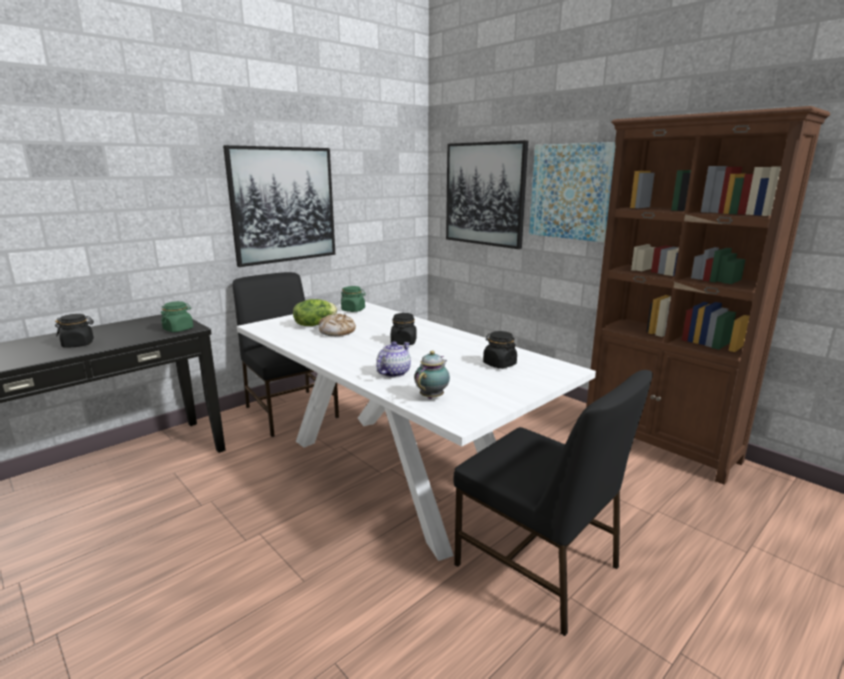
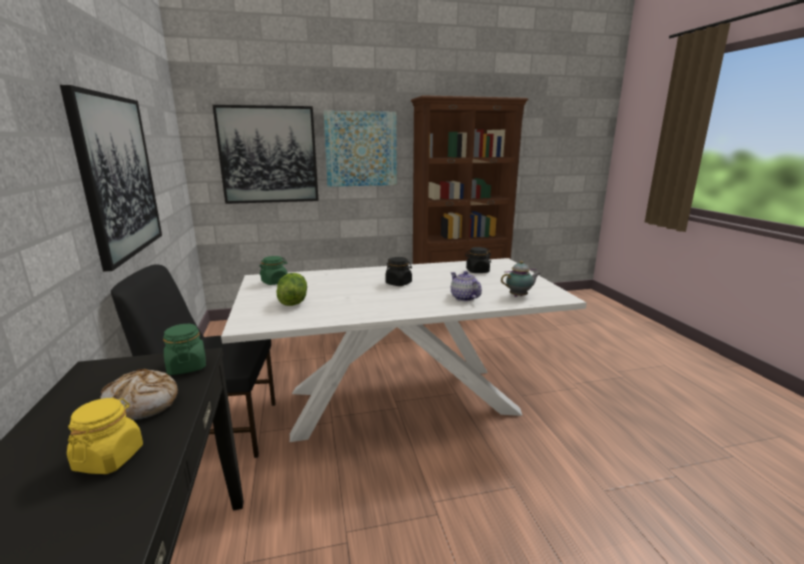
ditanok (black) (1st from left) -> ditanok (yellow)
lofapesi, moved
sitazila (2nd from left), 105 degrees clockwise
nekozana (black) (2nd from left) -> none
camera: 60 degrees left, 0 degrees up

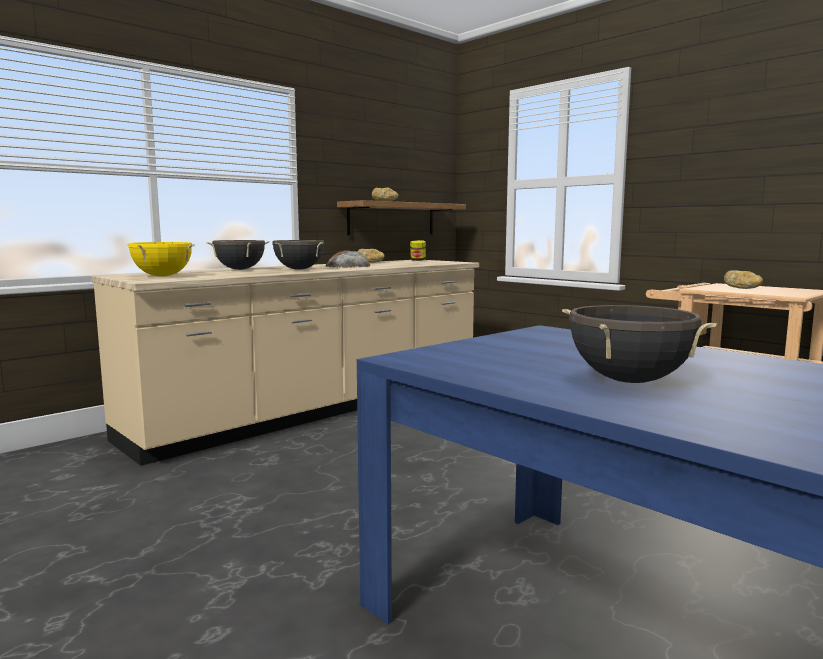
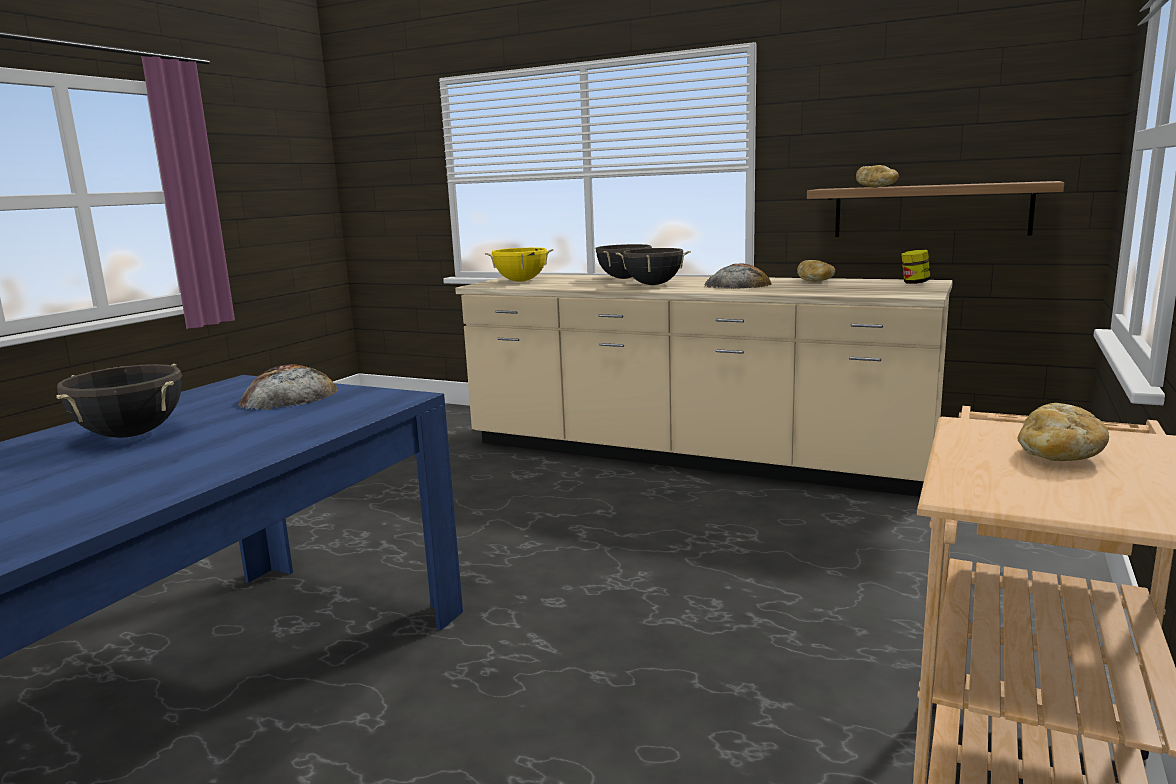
none -> lofapesi (1st from left)
camera: 70 degrees right, 5 degrees up

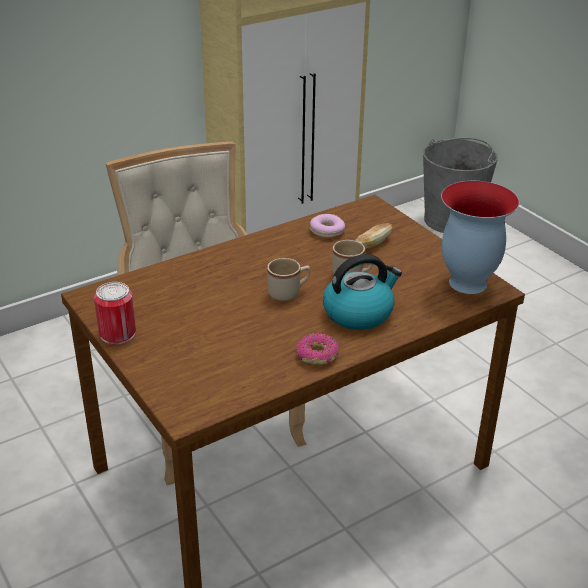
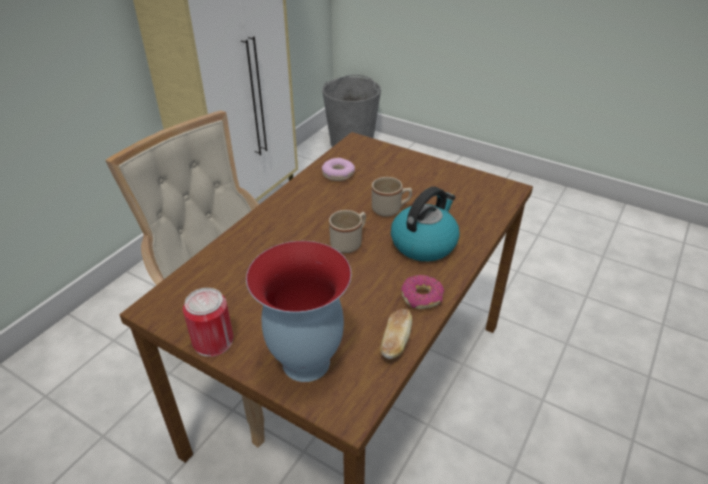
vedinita, moved
lofapesi, moved
camera: 25 degrees left, 5 degrees up

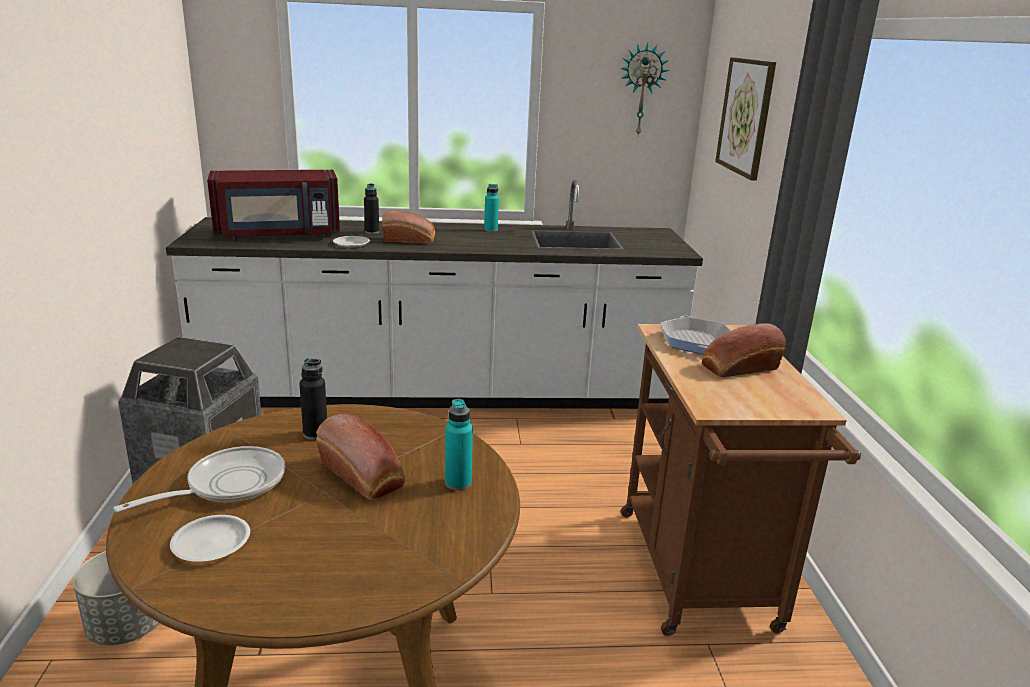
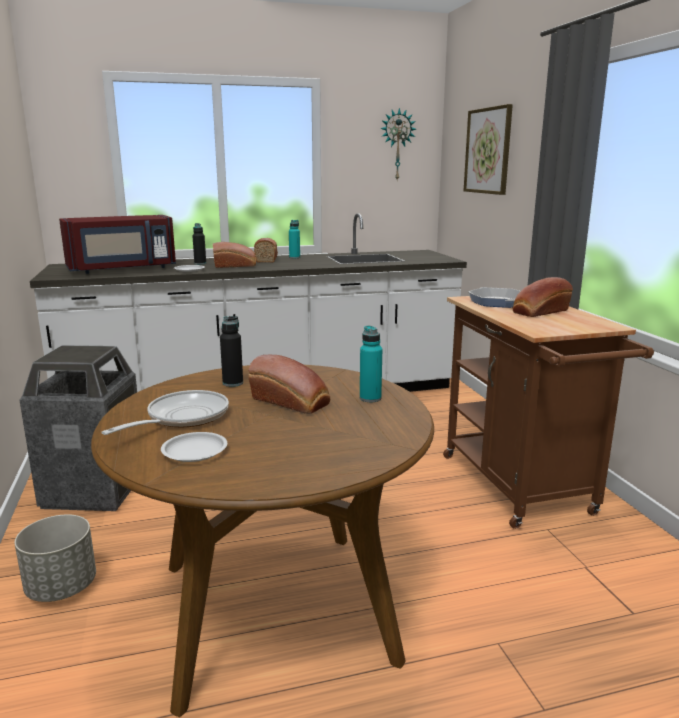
none -> lofapesi (2nd from left)
camera: 10 degrees left, 5 degrees down

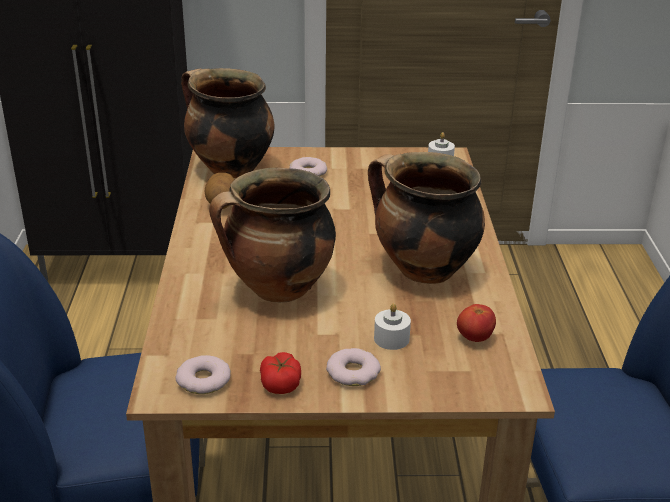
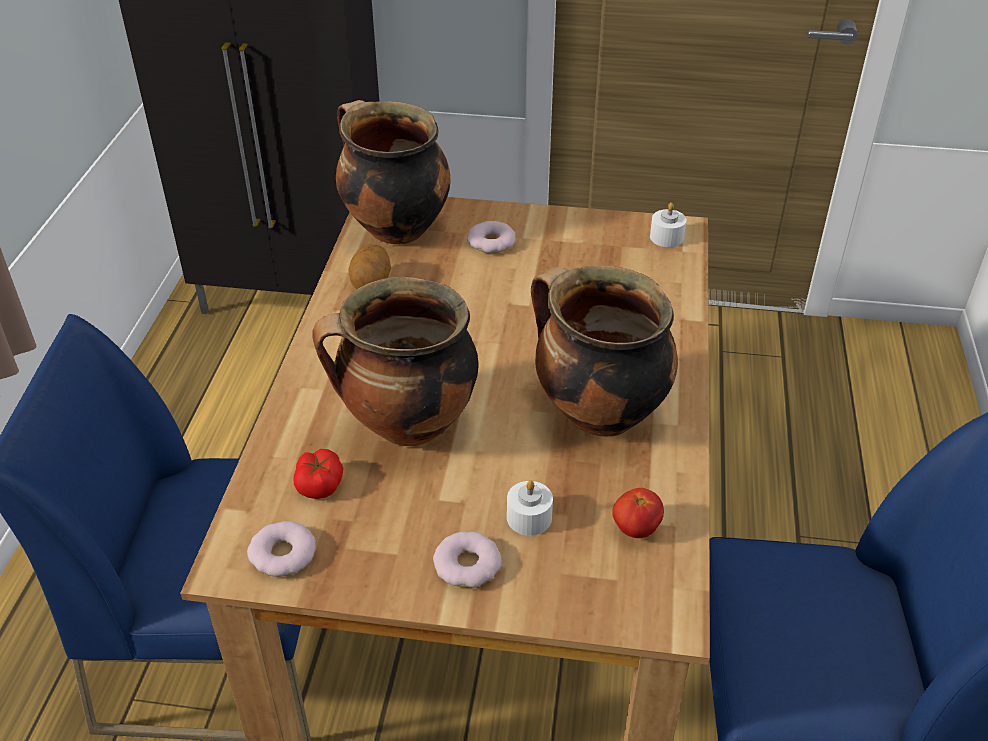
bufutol (1st from left), moved
camera: 10 degrees right, 10 degrees up

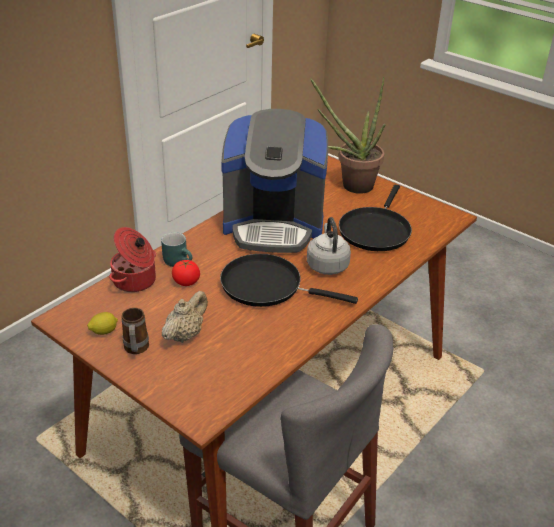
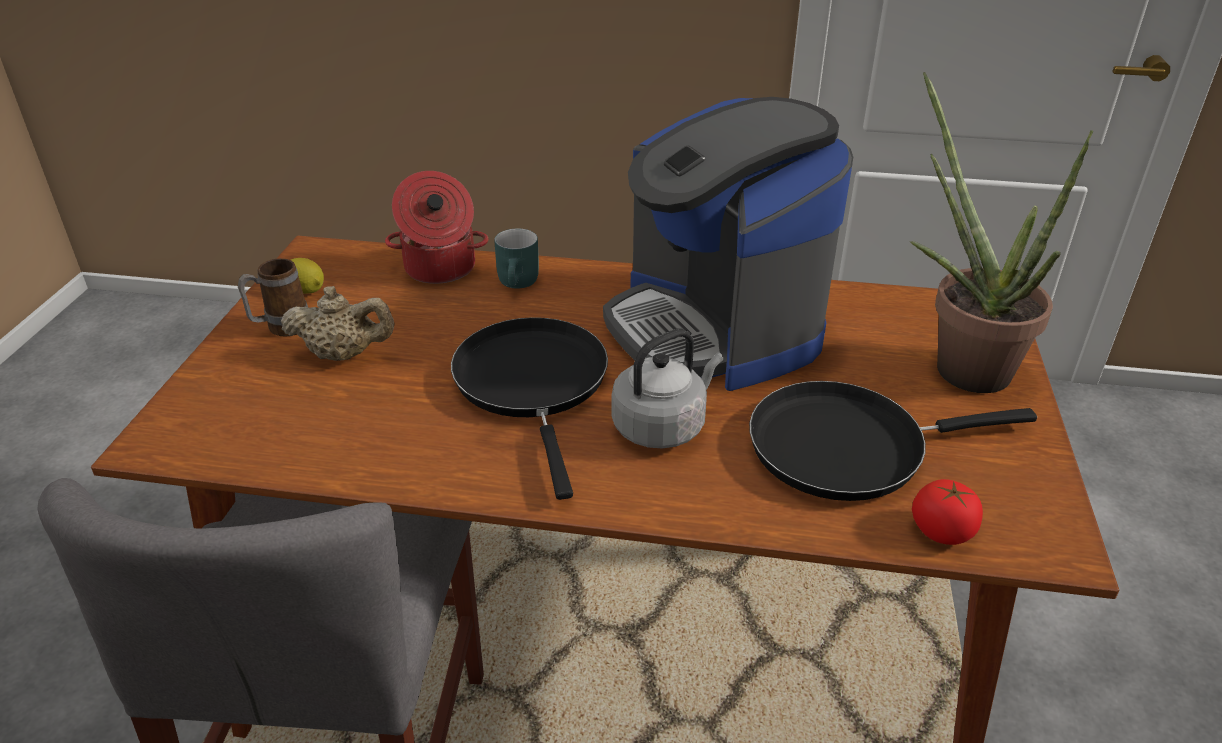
bufutol, moved
camera: 60 degrees right, 0 degrees up

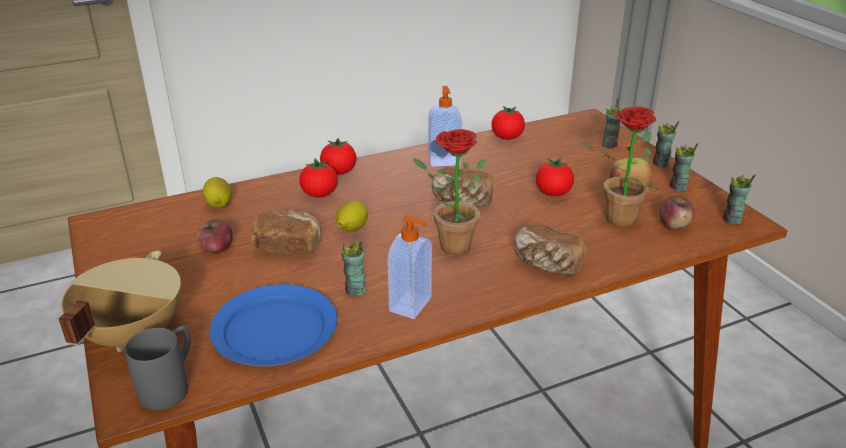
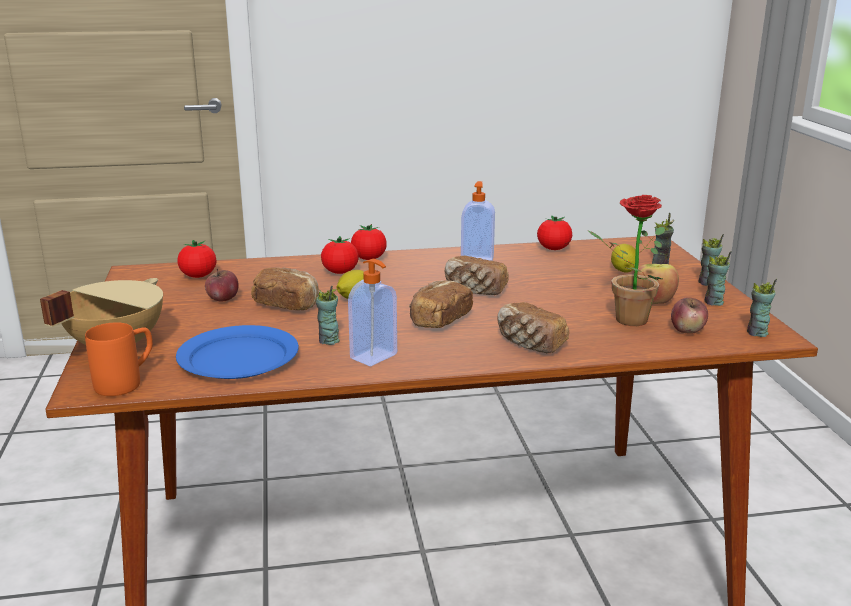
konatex (1st from left) -> lofapesi (2nd from left)
bufutol (4th from left in the first image) -> bufutol (1st from left), moved
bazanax (1st from left in the first image) -> bazanax (2nd from left), moved
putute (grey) -> putute (orange)
camera: 15 degrees right, 10 degrees down

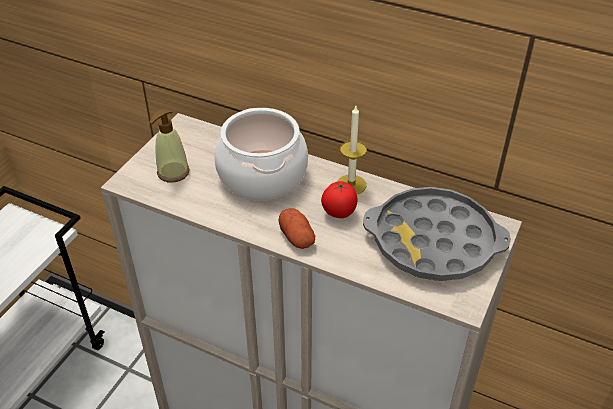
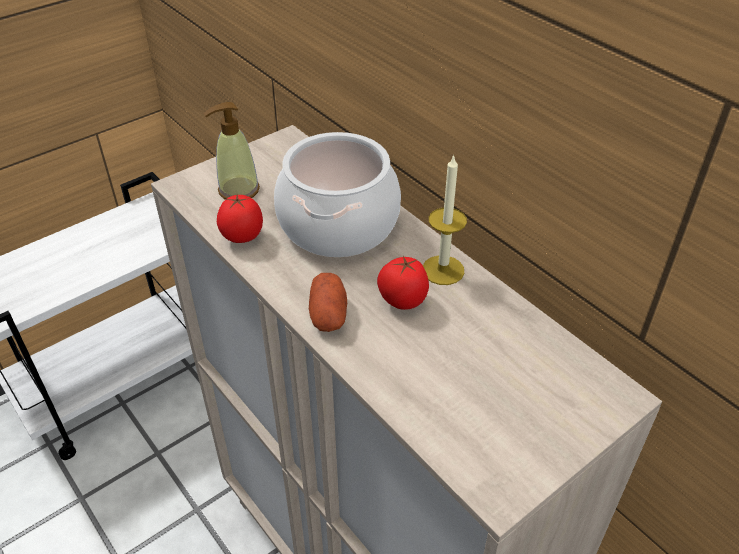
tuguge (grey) -> none
none -> bufutol (1st from left)
camera: 25 degrees right, 0 degrees up

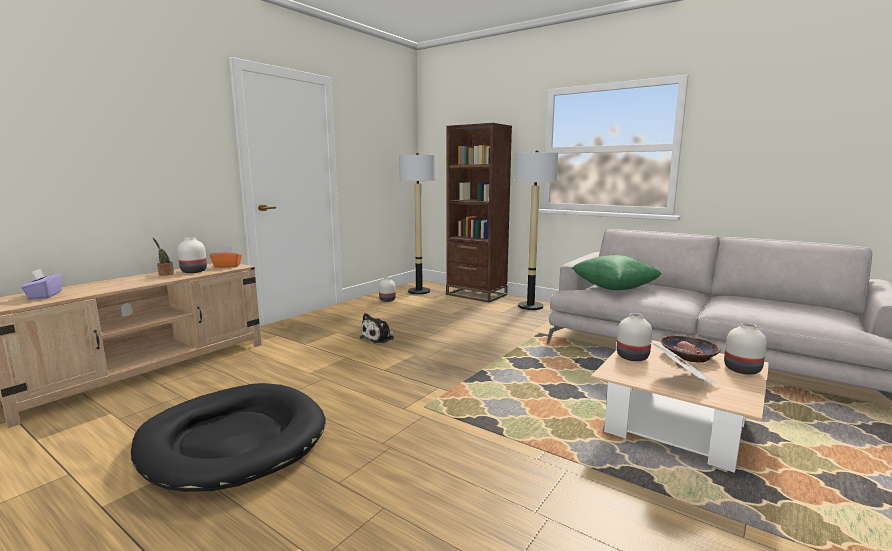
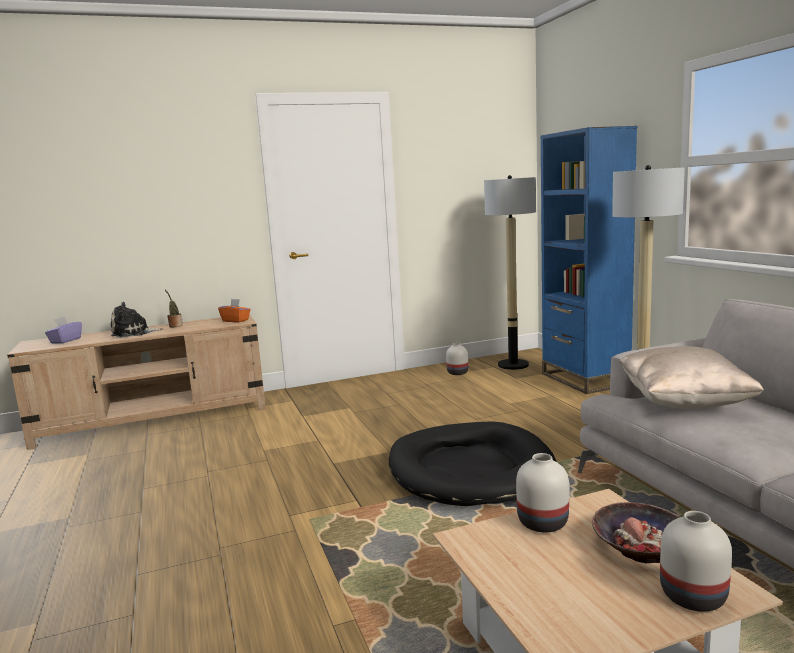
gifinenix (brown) -> gifinenix (blue)
vedinita (white) (1st from left) -> none
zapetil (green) -> zapetil (beige)
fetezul, moved
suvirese -> none
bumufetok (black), moved
camera: 35 degrees right, 0 degrees up

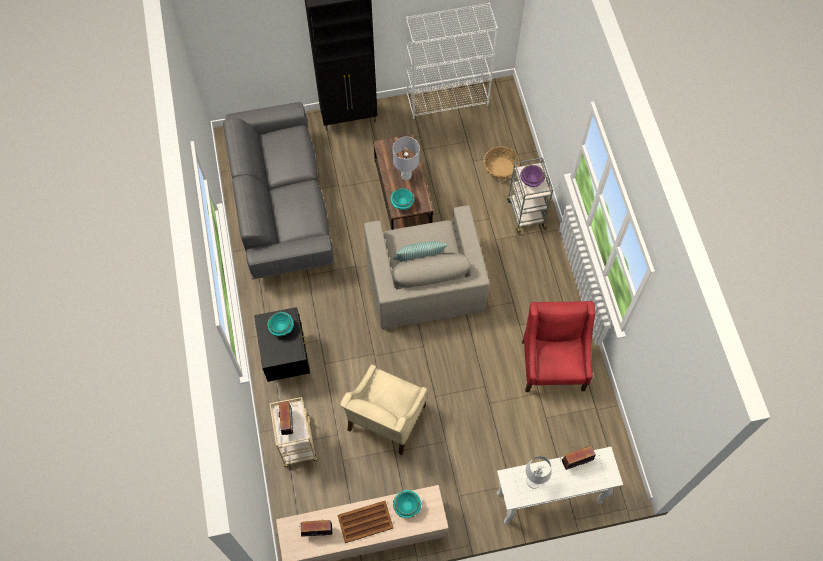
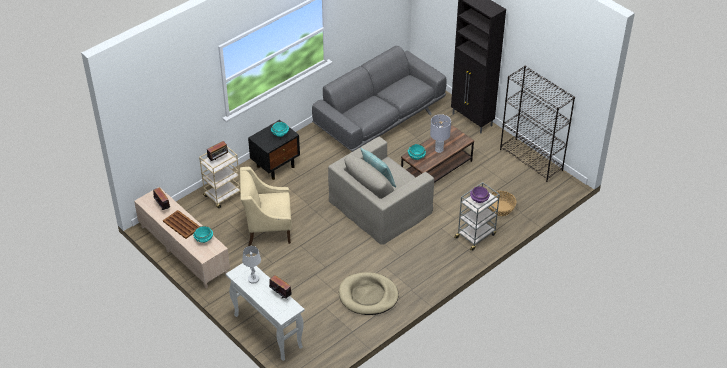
gifinenix (white) -> gifinenix (black)
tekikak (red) -> bumufetok (beige)
camera: 60 degrees right, 20 degrees down

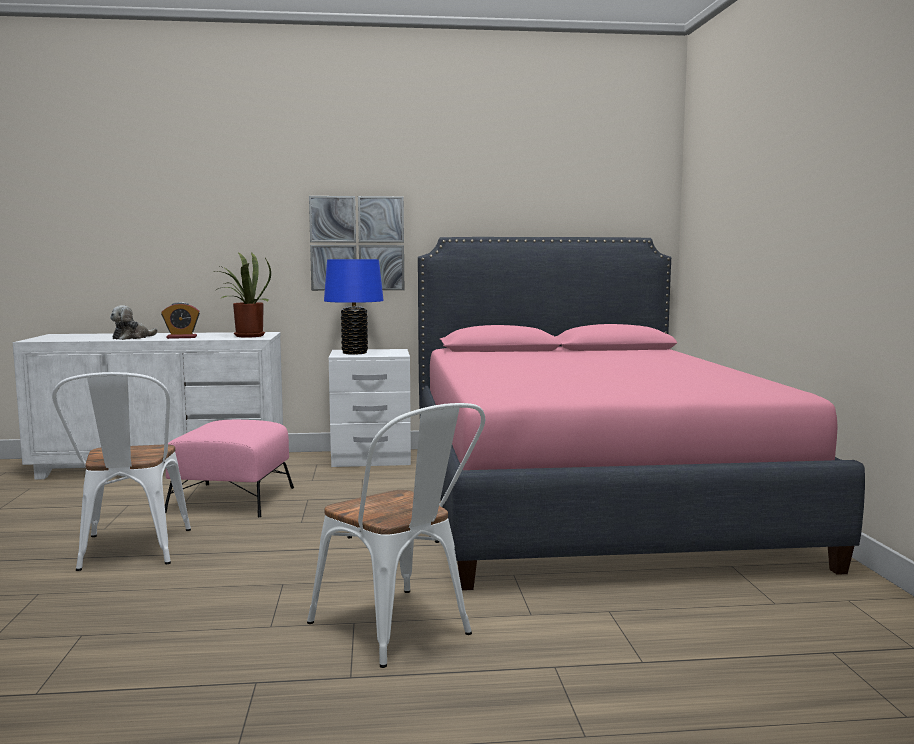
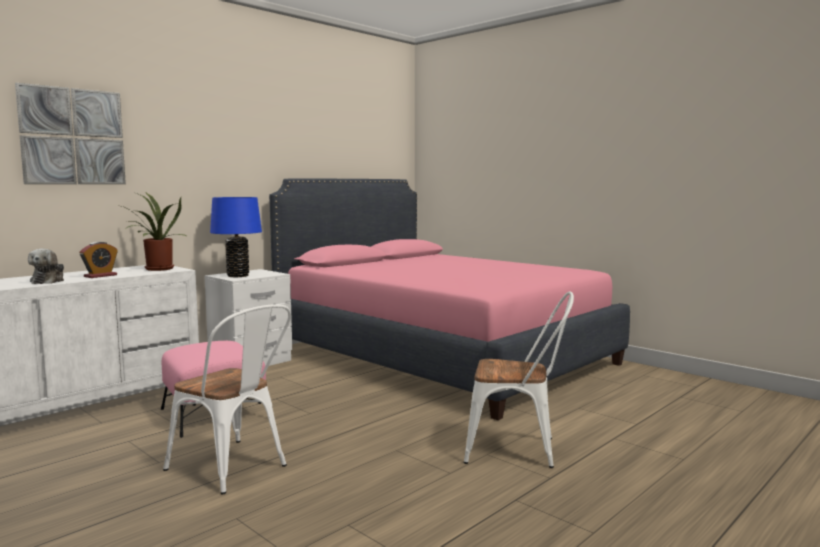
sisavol, moved
camera: 40 degrees left, 0 degrees up

